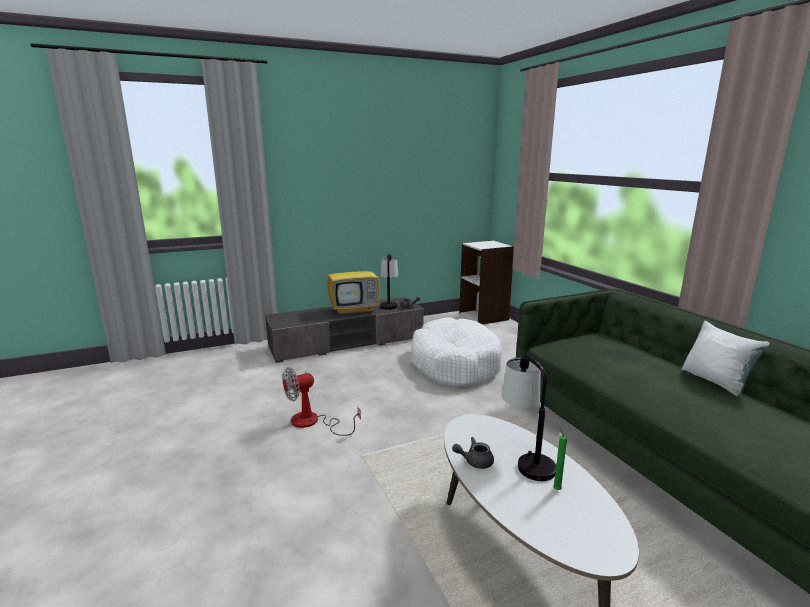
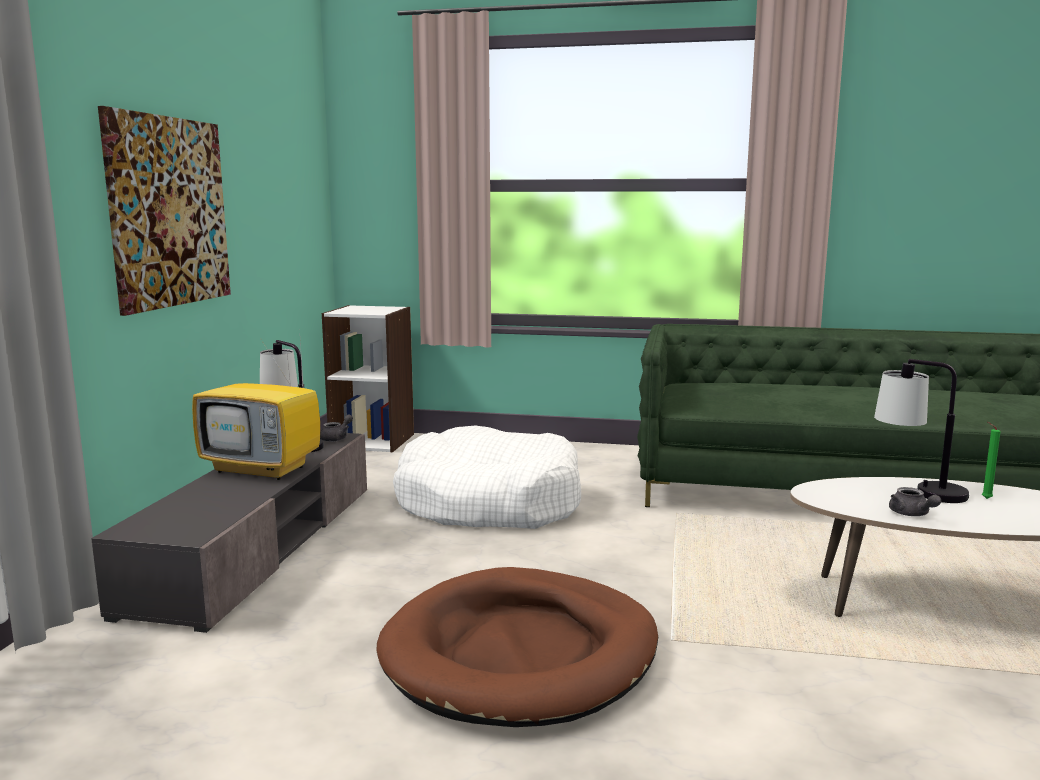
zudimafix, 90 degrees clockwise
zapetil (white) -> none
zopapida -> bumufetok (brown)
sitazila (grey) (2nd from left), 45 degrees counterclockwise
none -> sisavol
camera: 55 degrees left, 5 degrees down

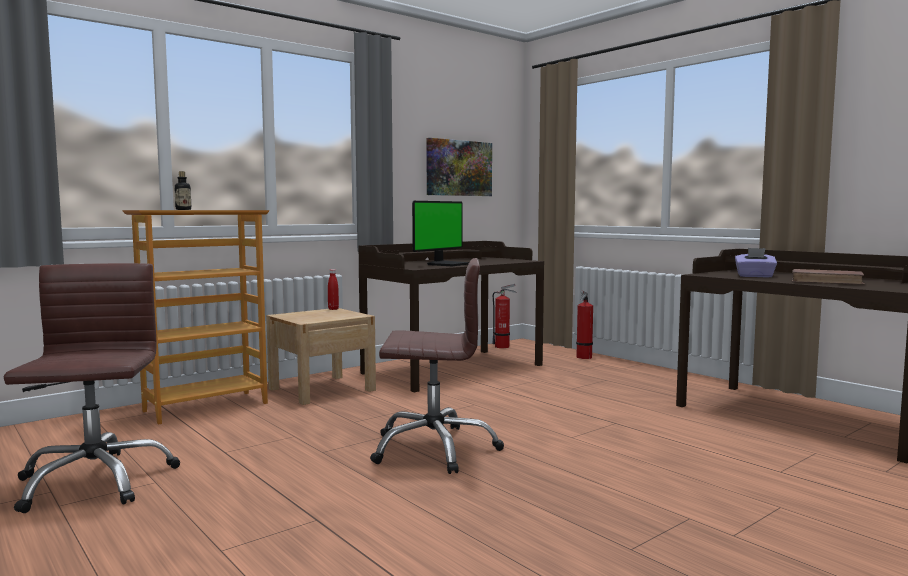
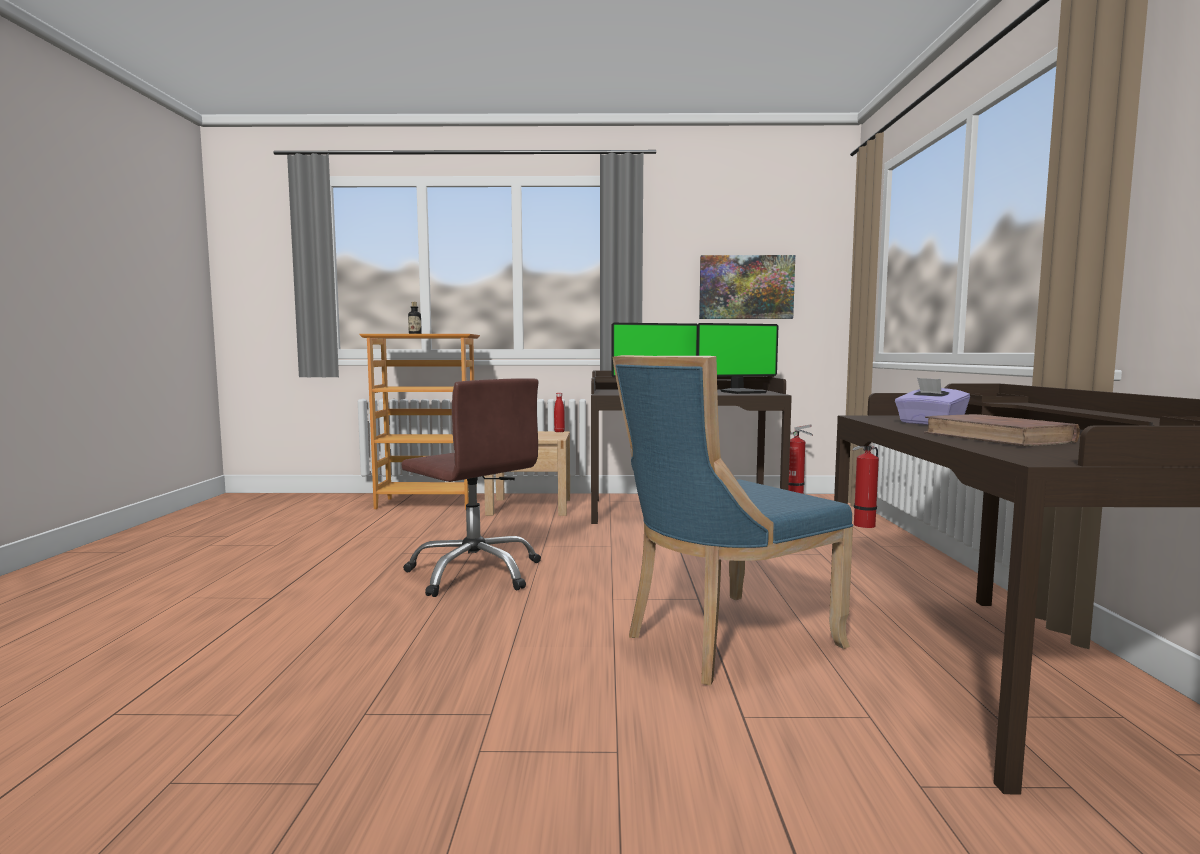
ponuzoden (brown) (1st from left) -> none
none -> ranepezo (2nd from left)
none -> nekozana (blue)
camera: 40 degrees right, 0 degrees up

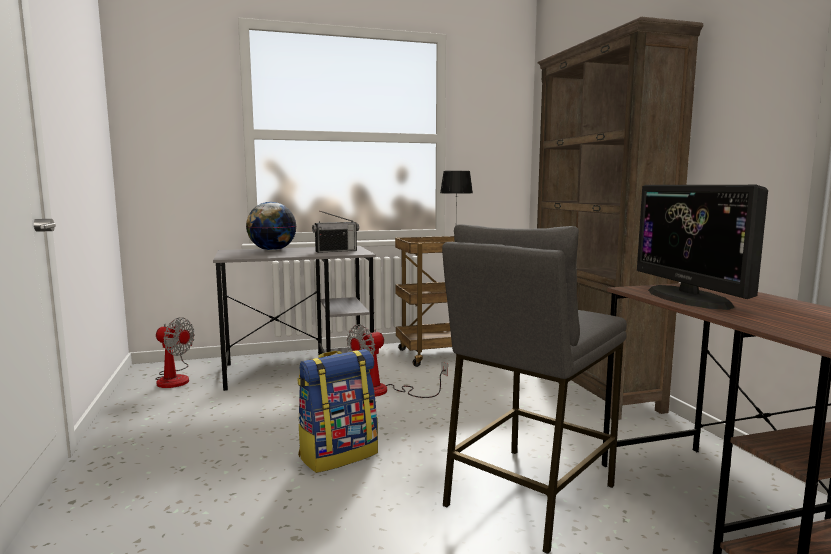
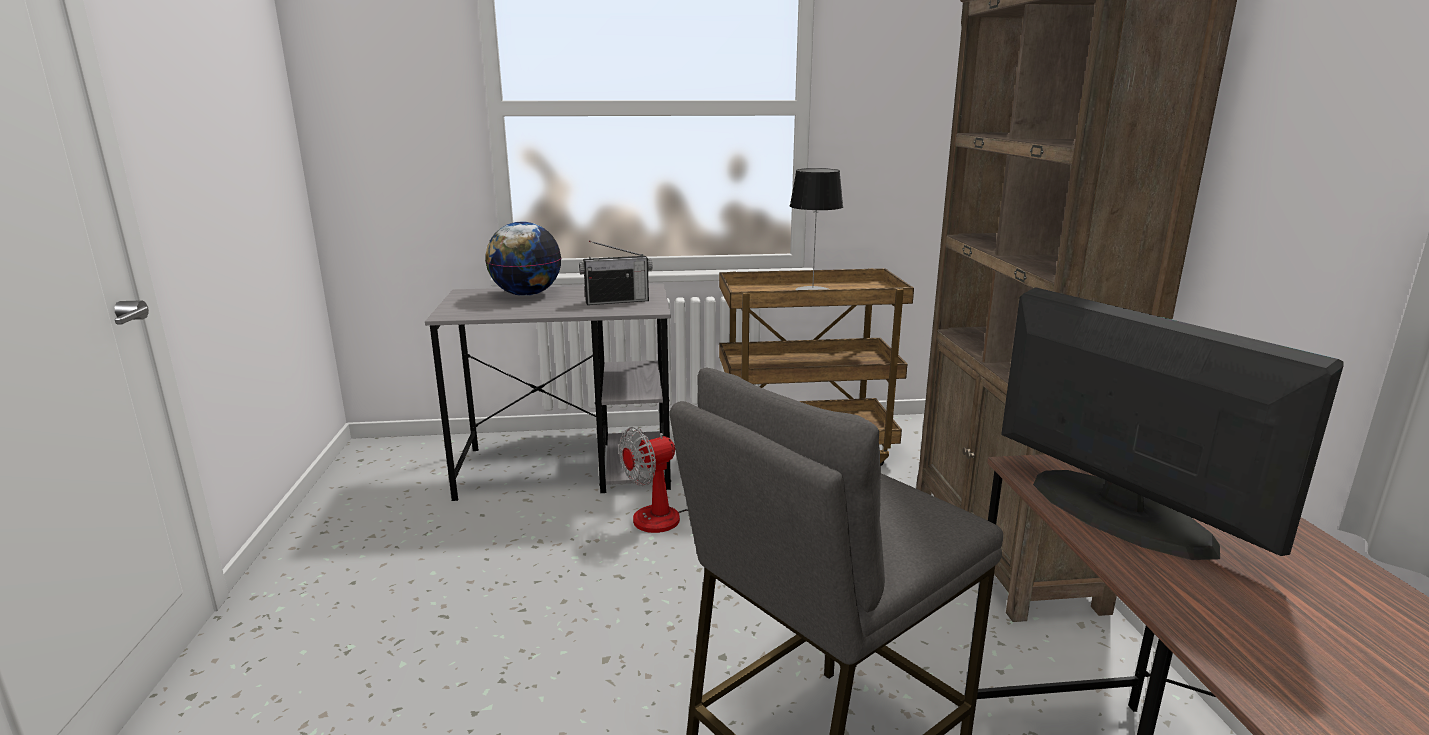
ranepezo, 150 degrees clockwise
zopapida (1st from left) -> none
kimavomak -> none
camera: 10 degrees right, 10 degrees up

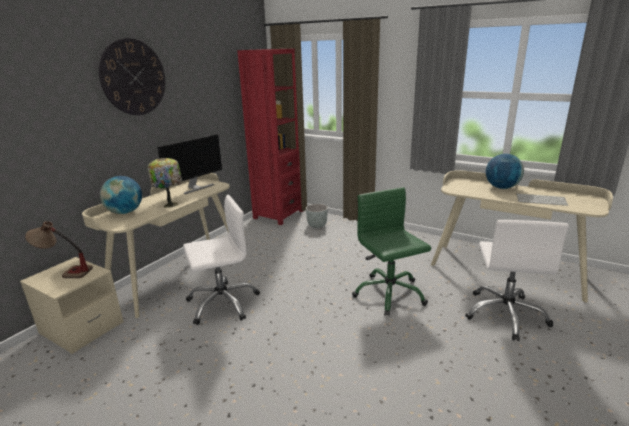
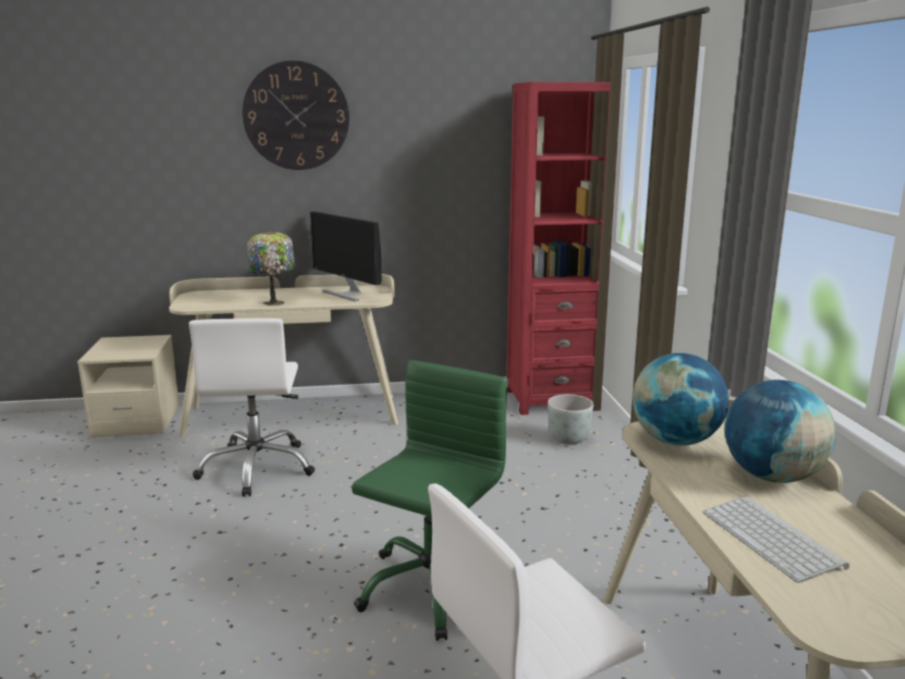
ranepezo, 45 degrees clockwise
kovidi (1st from left), moved
ponuzoden (white) (1st from left), 60 degrees clockwise
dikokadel (1st from left) -> none
camera: 50 degrees right, 5 degrees down

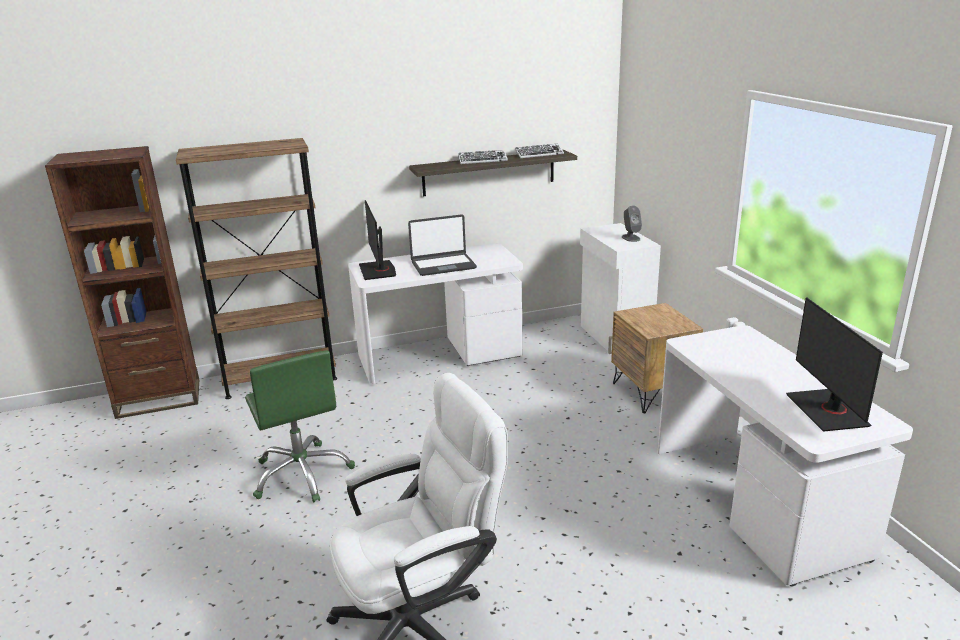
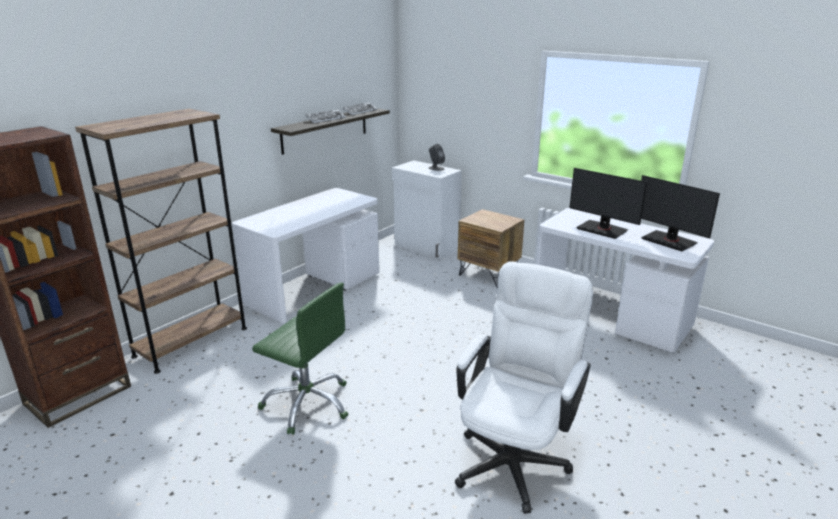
ranepezo (1st from left), moved
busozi -> none
camera: 35 degrees left, 0 degrees up

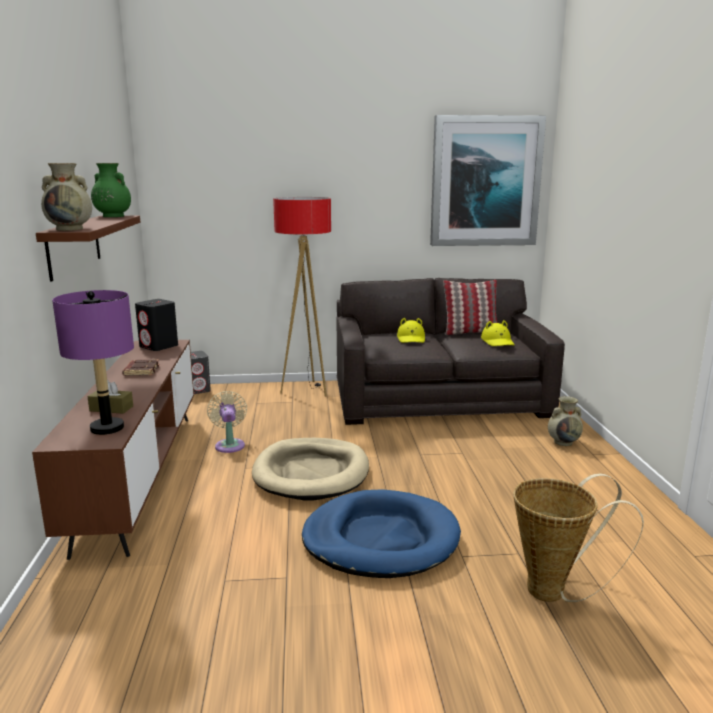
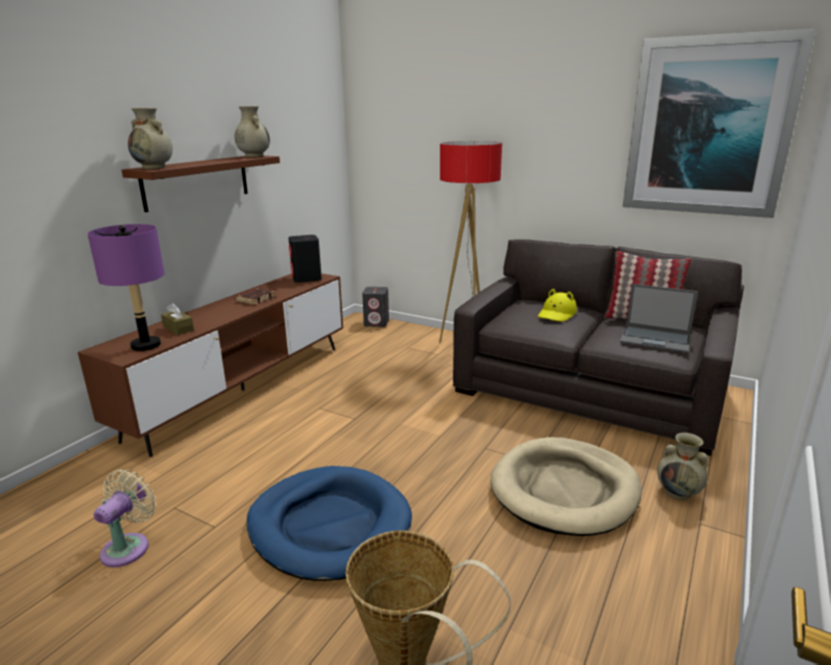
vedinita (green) -> vedinita (beige) (2nd from left)
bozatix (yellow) (2nd from left) -> busozi
zopapida (beige), moved
bumufetok (beige), moved
camera: 35 degrees right, 5 degrees up

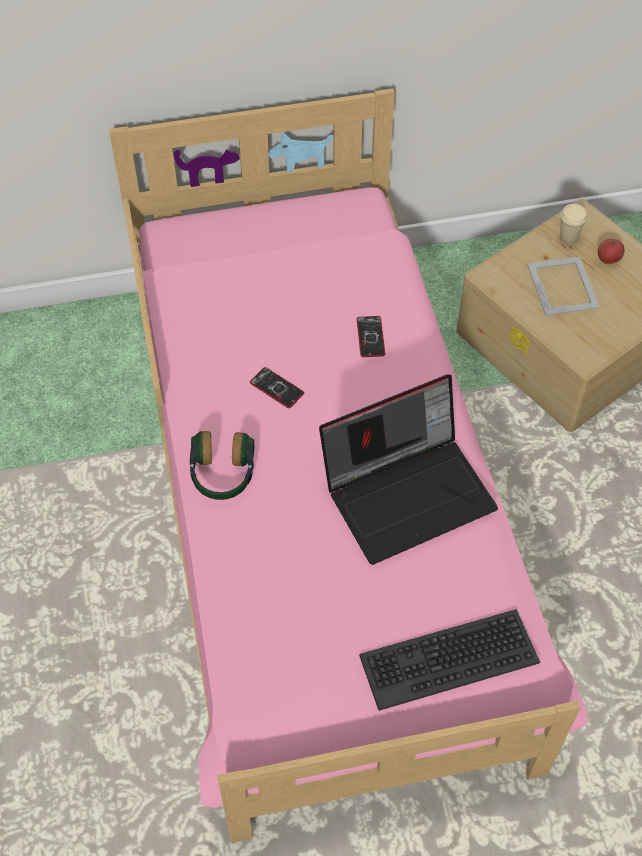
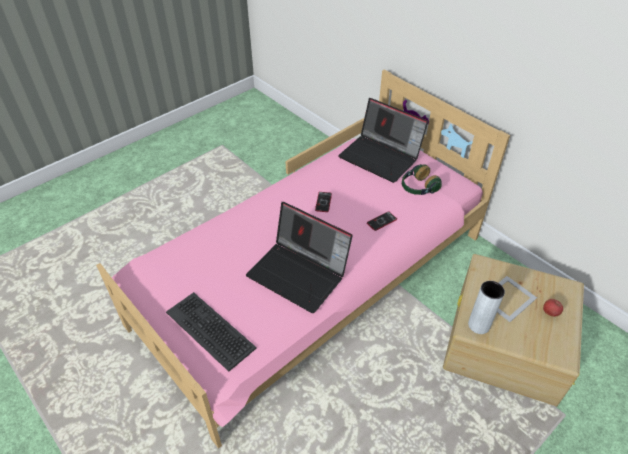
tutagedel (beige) -> none
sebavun, moved
none -> busozi (2nd from left)
none -> vedinita (grey)
camera: 60 degrees right, 10 degrees down

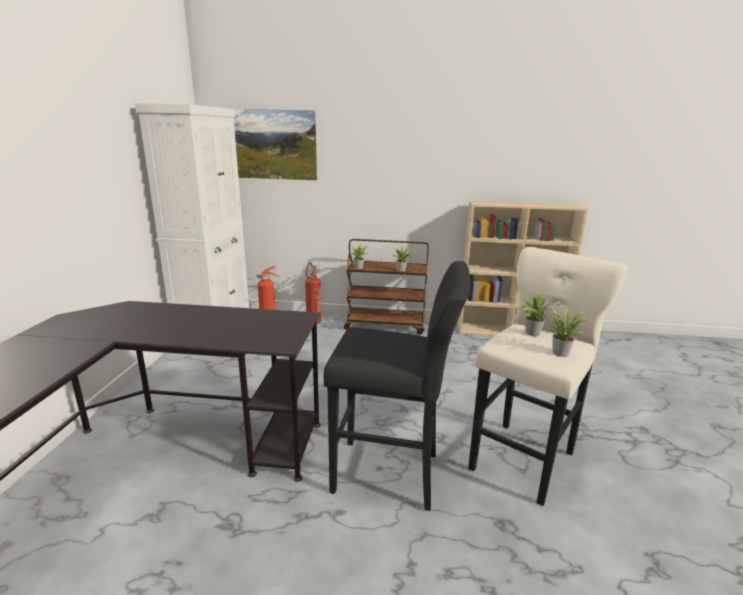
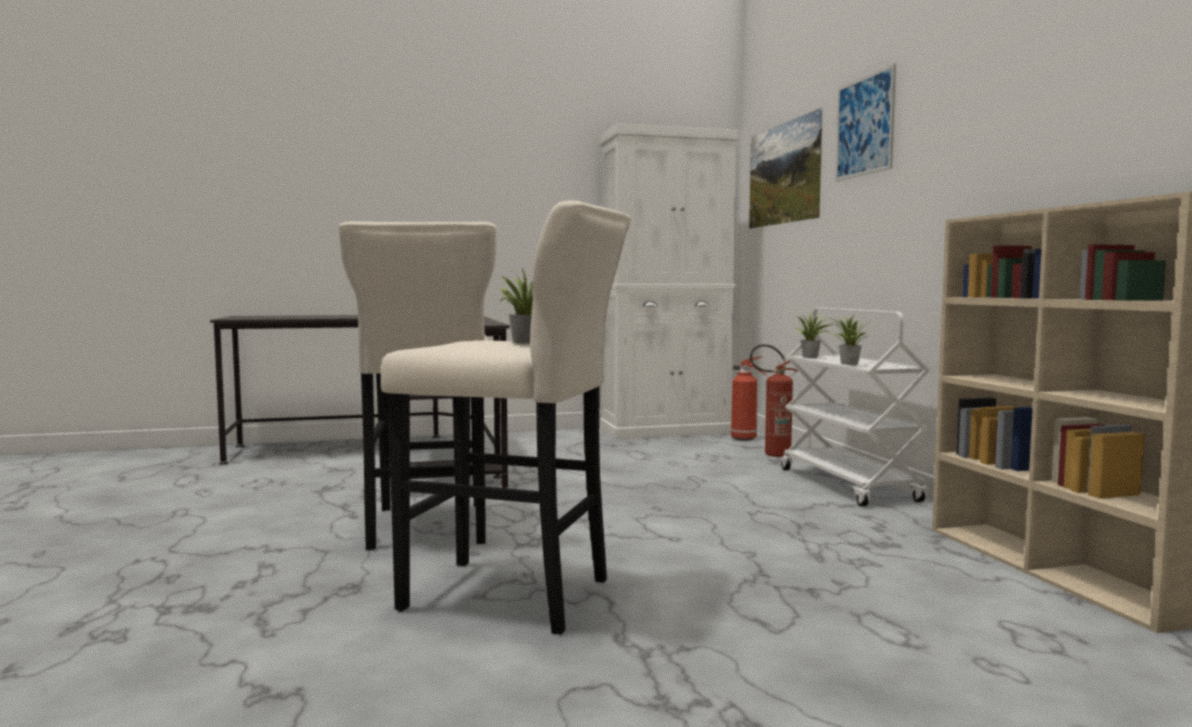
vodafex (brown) -> vodafex (white)
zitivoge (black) -> zitivoge (beige) (1st from left)
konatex (4th from left) -> none
none -> sisavol (2nd from left)
camera: 70 degrees right, 15 degrees down

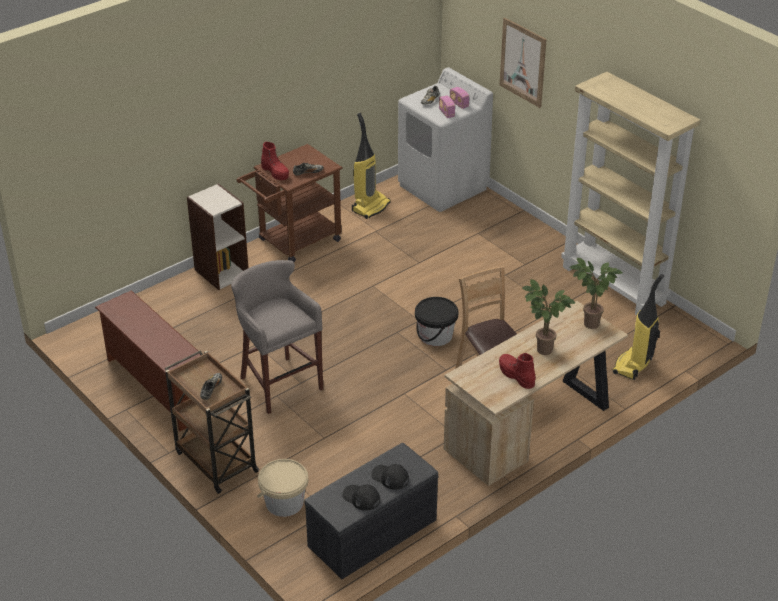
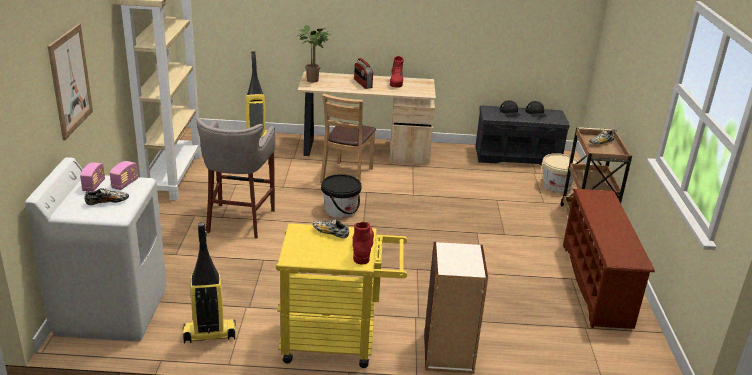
vodafex (brown) (2nd from left) -> vodafex (yellow)
zitivoge (grey), moved
konatex (1st from left) -> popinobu (3rd from left)
camera: 140 degrees left, 10 degrees down

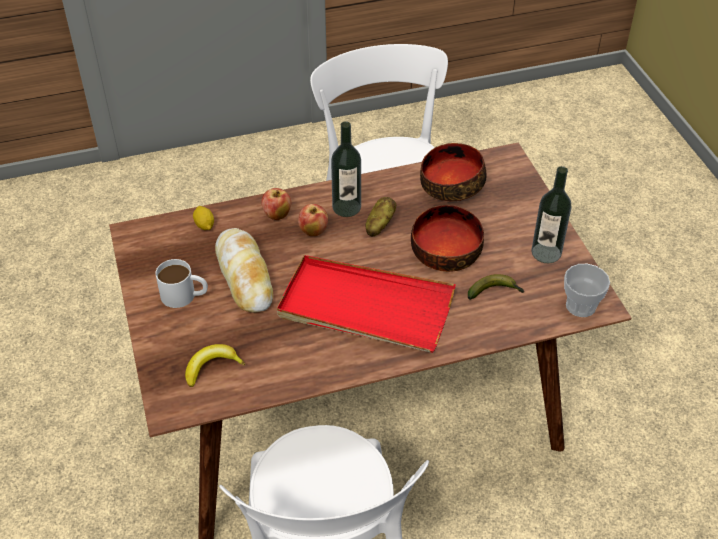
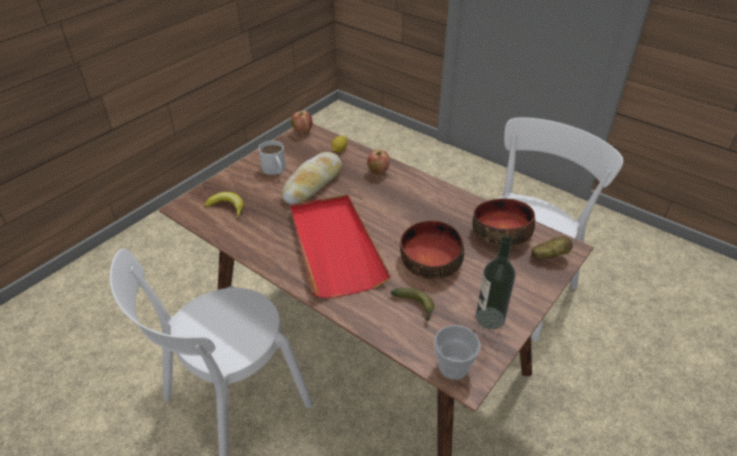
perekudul (1st from left) -> none
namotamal, moved
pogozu (2nd from left in the first image) -> pogozu (1st from left), moved
camera: 55 degrees right, 5 degrees down

